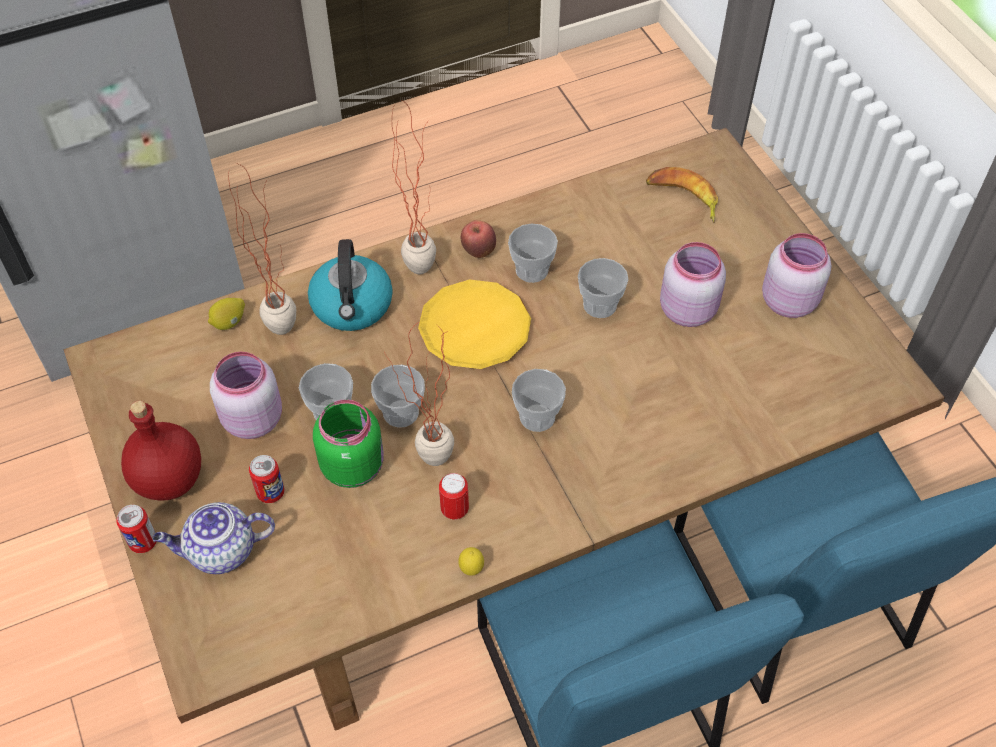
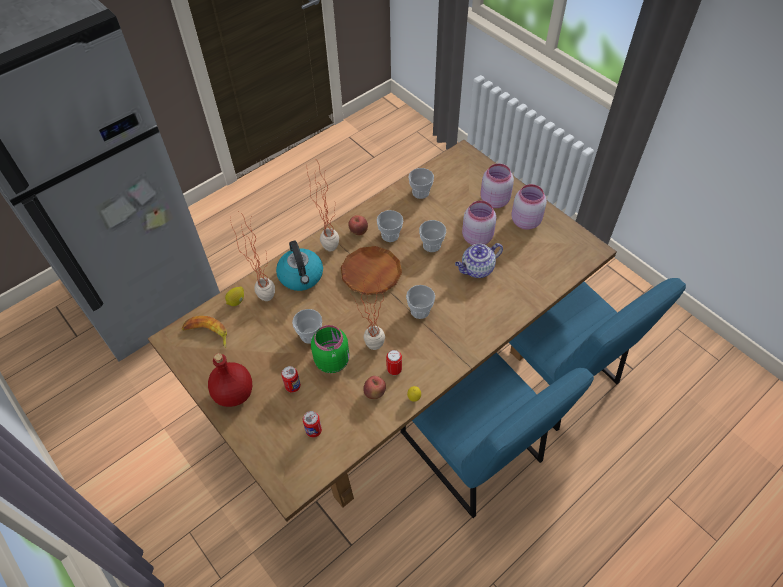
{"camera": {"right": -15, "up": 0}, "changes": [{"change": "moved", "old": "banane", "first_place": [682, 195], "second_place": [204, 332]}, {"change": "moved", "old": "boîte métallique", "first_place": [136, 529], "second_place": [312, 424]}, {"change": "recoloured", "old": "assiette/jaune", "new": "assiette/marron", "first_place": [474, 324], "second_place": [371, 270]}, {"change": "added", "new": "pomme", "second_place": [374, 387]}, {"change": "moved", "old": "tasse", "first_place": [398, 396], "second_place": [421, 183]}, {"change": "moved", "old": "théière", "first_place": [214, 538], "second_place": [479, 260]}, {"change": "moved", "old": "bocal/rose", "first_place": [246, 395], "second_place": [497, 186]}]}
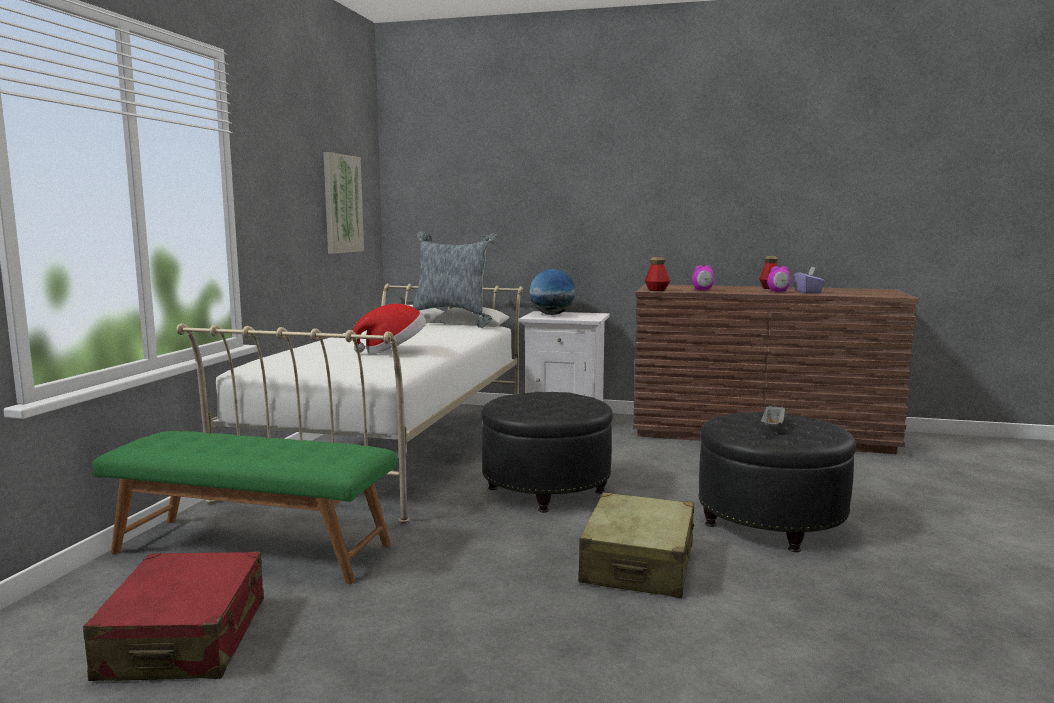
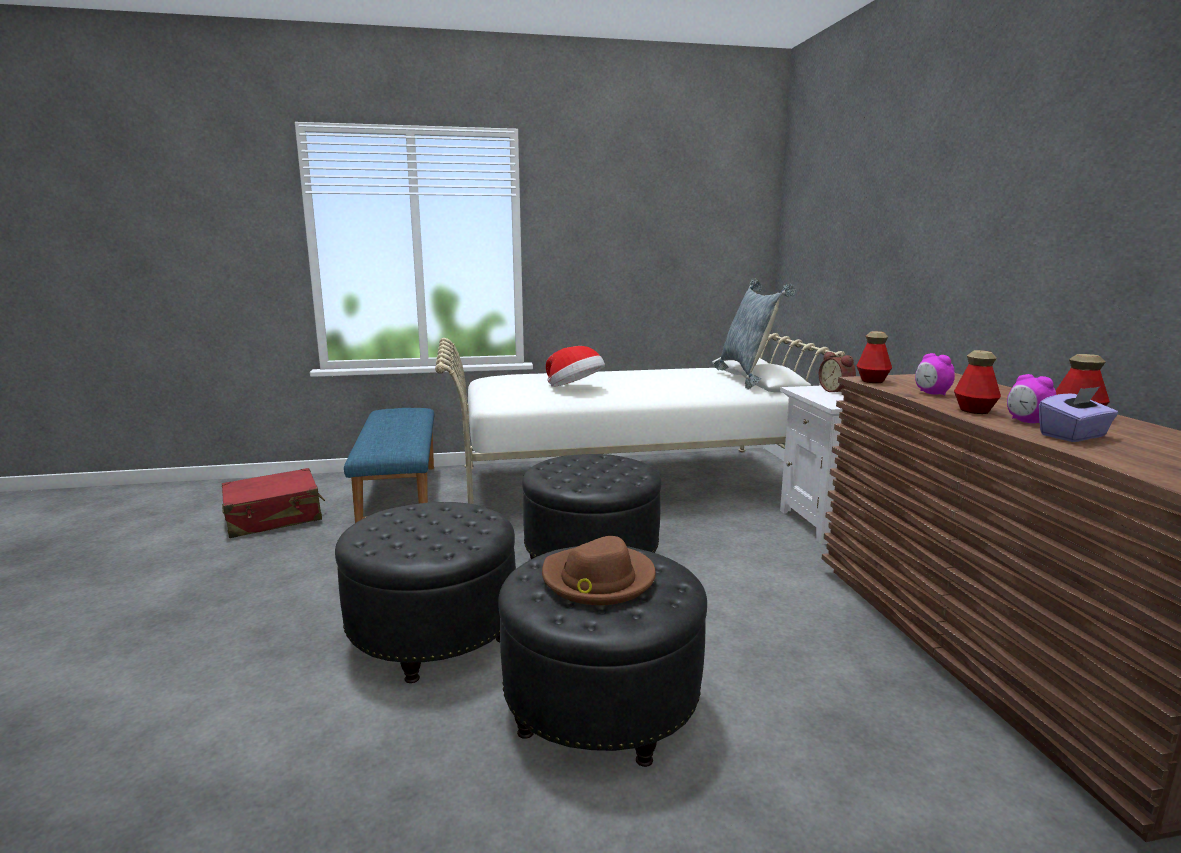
{"camera": {"right": 65, "up": 5}, "changes": [{"change": "replaced", "old": "valise/beige", "new": "pouf/noir", "first_place": [636, 545], "second_place": [425, 592]}, {"change": "recoloured", "old": "banc/vert", "new": "banc/bleu", "first_place": [244, 507], "second_place": [389, 465]}, {"change": "replaced", "old": "plateau/gris", "new": "chapeau/marron", "first_place": [773, 415], "second_place": [599, 570]}, {"change": "replaced", "old": "globe", "new": "réveil", "first_place": [552, 292], "second_place": [837, 371]}, {"change": "added", "new": "bouteille", "second_place": [977, 382]}, {"change": "removed", "old": "tableau", "first_place": [344, 203]}]}
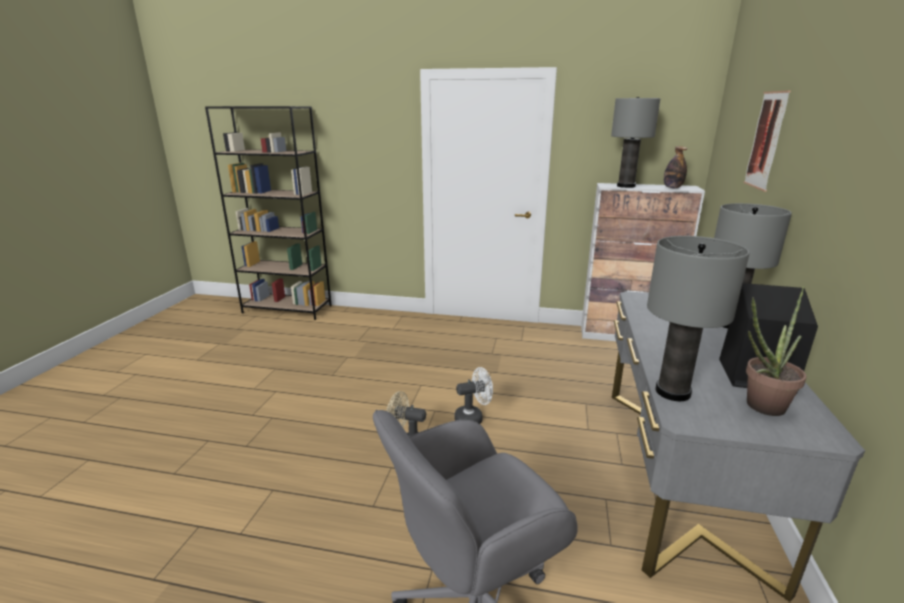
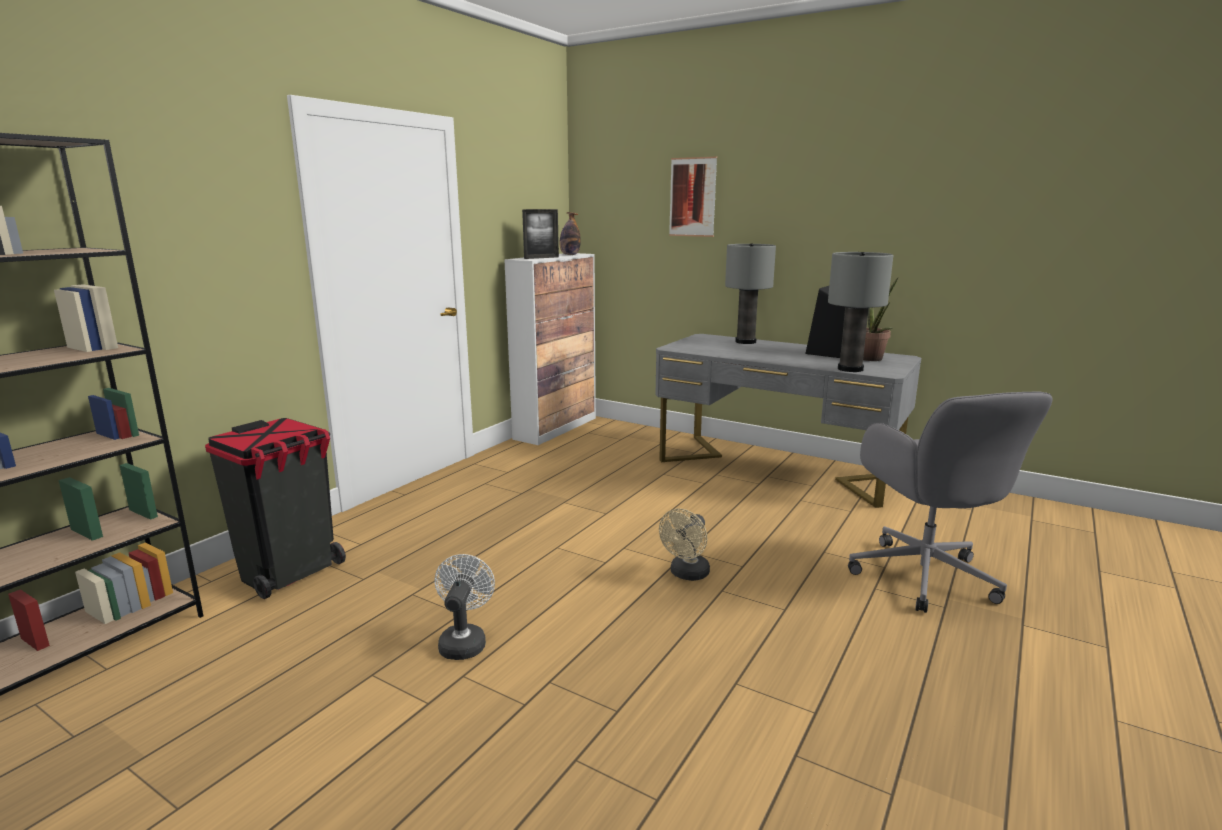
{"camera": {"right": -70, "up": -5}, "changes": [{"change": "added", "new": "poubelle/noir", "second_place": [275, 508]}, {"change": "moved", "old": "ventilateur/blanc", "first_place": [473, 395], "second_place": [465, 607]}, {"change": "replaced", "old": "lampe de table/gris", "new": "cadre photo", "first_place": [635, 142], "second_place": [540, 234]}]}
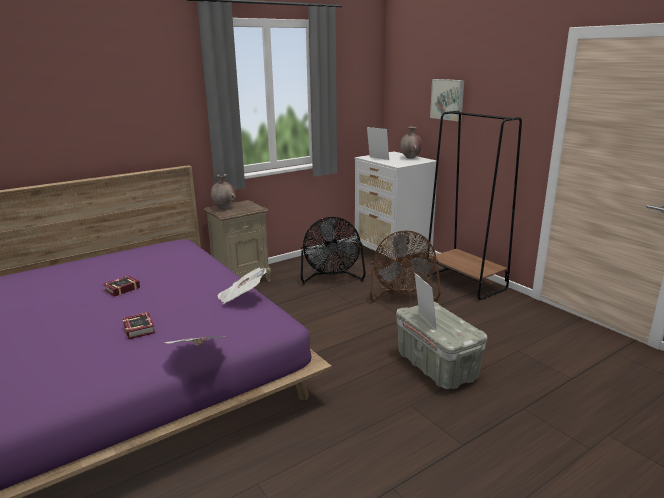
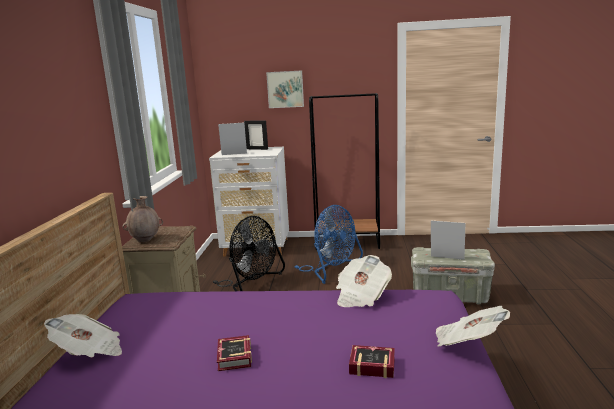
{"camera": {"right": -50, "up": -5}, "changes": [{"change": "added", "new": "journal", "second_place": [83, 335]}, {"change": "replaced", "old": "vase/marron", "new": "cadre photo", "first_place": [411, 143], "second_place": [256, 135]}, {"change": "recoloured", "old": "ventilateur/marron", "new": "ventilateur/bleu", "first_place": [405, 267], "second_place": [329, 244]}]}
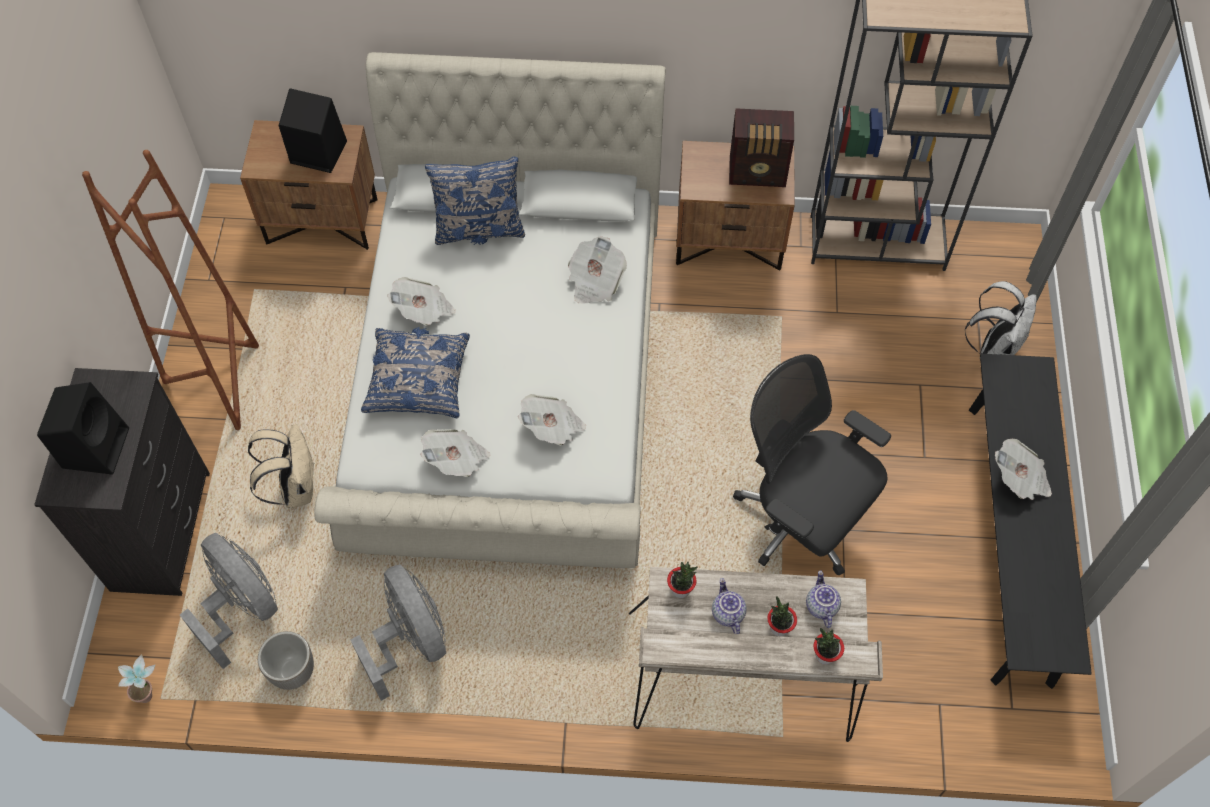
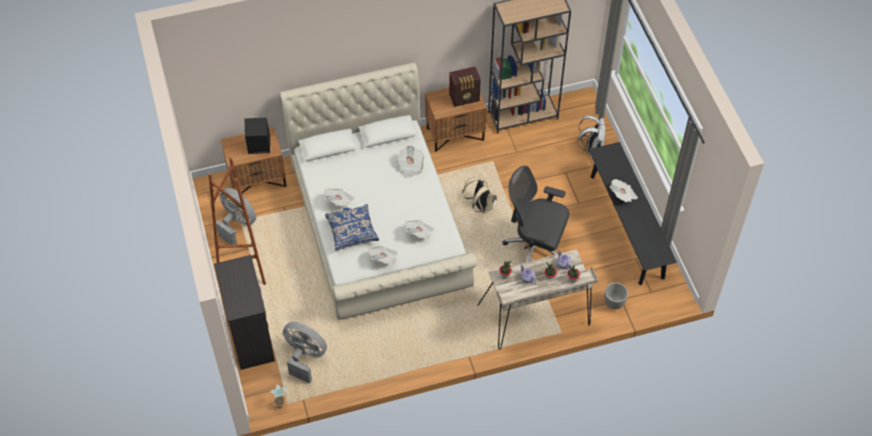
{"camera": {"right": -20, "up": -5}, "changes": [{"change": "moved", "old": "ventilateur/gris", "first_place": [398, 632], "second_place": [236, 216]}, {"change": "moved", "old": "sac à dos/beige", "first_place": [281, 466], "second_place": [479, 193]}, {"change": "moved", "old": "cache-pot", "first_place": [286, 660], "second_place": [616, 296]}, {"change": "removed", "old": "enceinte/noir", "first_place": [83, 428]}, {"change": "removed", "old": "coussin/bleu", "first_place": [475, 201]}]}
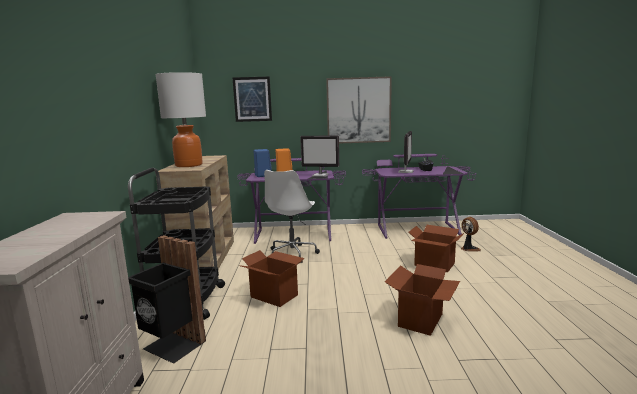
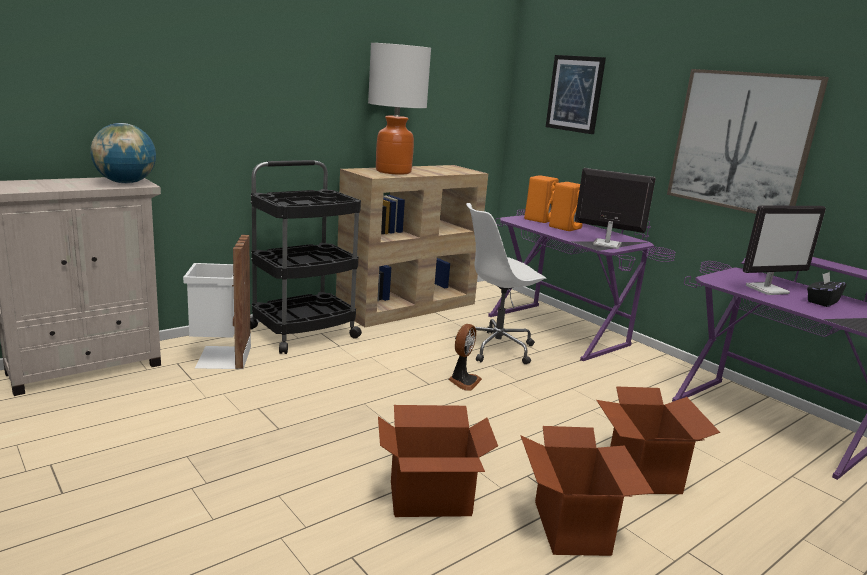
{"camera": {"right": 50, "up": 5}, "changes": [{"change": "added", "new": "globe", "second_place": [123, 153]}, {"change": "recoloured", "old": "poubelle/noir", "new": "poubelle/blanc", "first_place": [167, 299], "second_place": [217, 301]}, {"change": "moved", "old": "ventilateur", "first_place": [471, 234], "second_place": [465, 357]}, {"change": "moved", "old": "carton", "first_place": [272, 278], "second_place": [587, 491]}, {"change": "recoloured", "old": "enceinte/bleu", "new": "enceinte/orange", "first_place": [262, 163], "second_place": [541, 199]}, {"change": "turned", "old": "écran d'ordinateur", "first_place": [319, 156], "second_place": [615, 208], "degrees": 135}]}
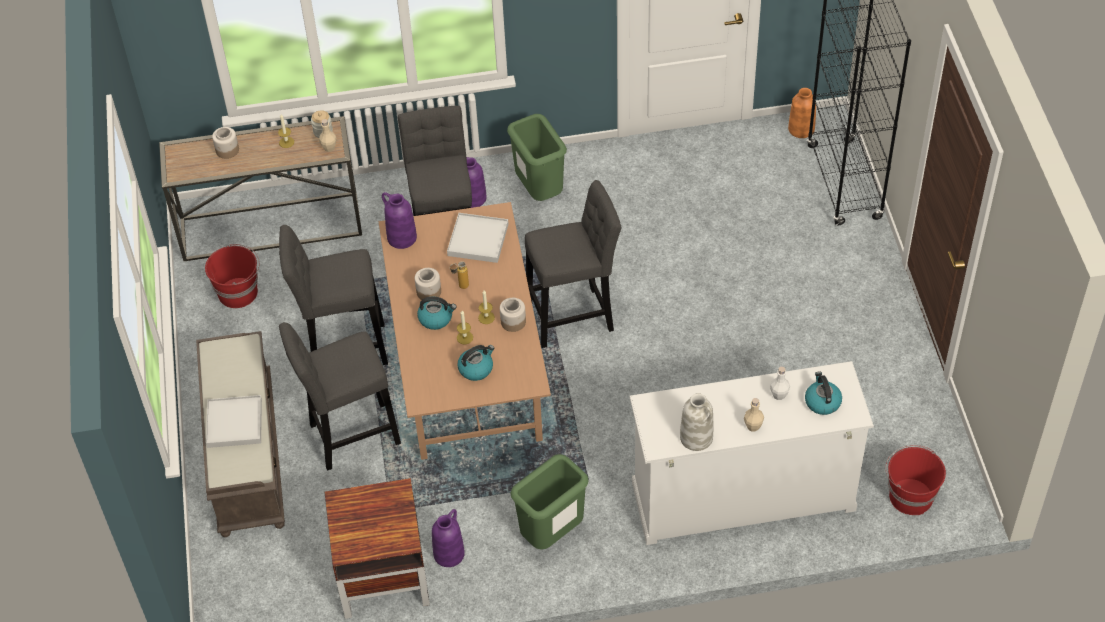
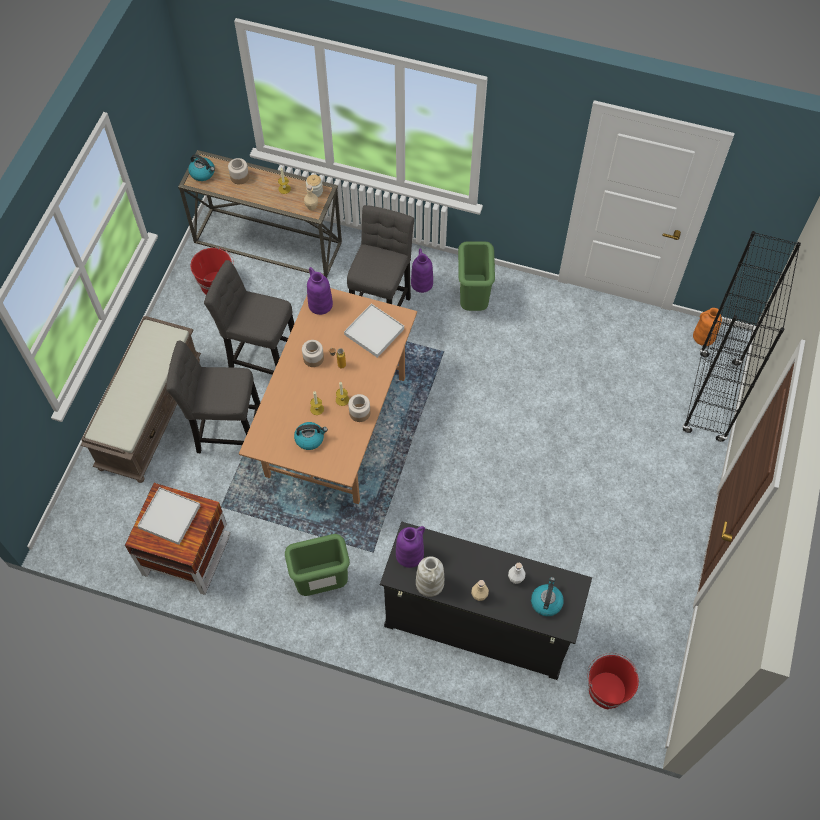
{"camera": {"right": 25, "up": 10}, "changes": [{"change": "moved", "old": "plateau/blanc", "first_place": [234, 421], "second_place": [168, 516]}, {"change": "moved", "old": "bouilloire", "first_place": [437, 313], "second_place": [201, 167]}, {"change": "recoloured", "old": "meuble de rangement/blanc", "new": "meuble de rangement/noir", "first_place": [751, 453], "second_place": [486, 600]}, {"change": "moved", "old": "vase/violet", "first_place": [448, 538], "second_place": [410, 547]}, {"change": "removed", "old": "tabouret/gris", "first_place": [573, 264]}]}
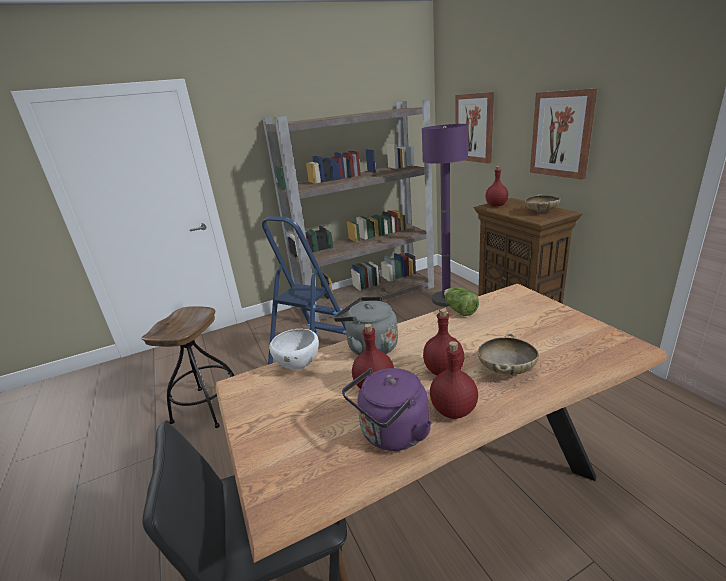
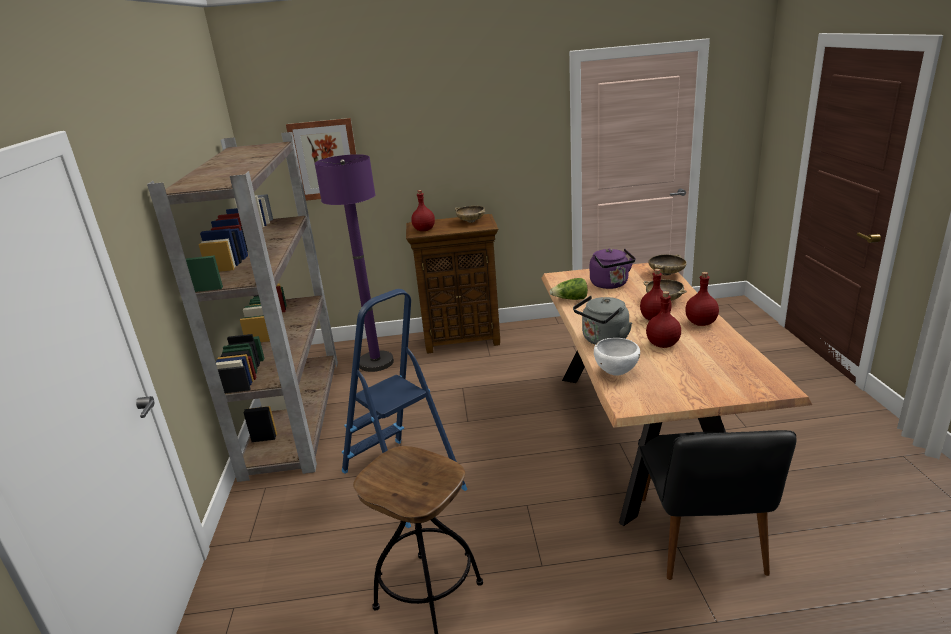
{"camera": {"right": -70, "up": 0}, "changes": [{"change": "moved", "old": "bouilloire/violet", "first_place": [387, 409], "second_place": [612, 268]}, {"change": "added", "new": "bol/beige", "second_place": [667, 265]}, {"change": "removed", "old": "tableau", "first_place": [564, 134]}]}
